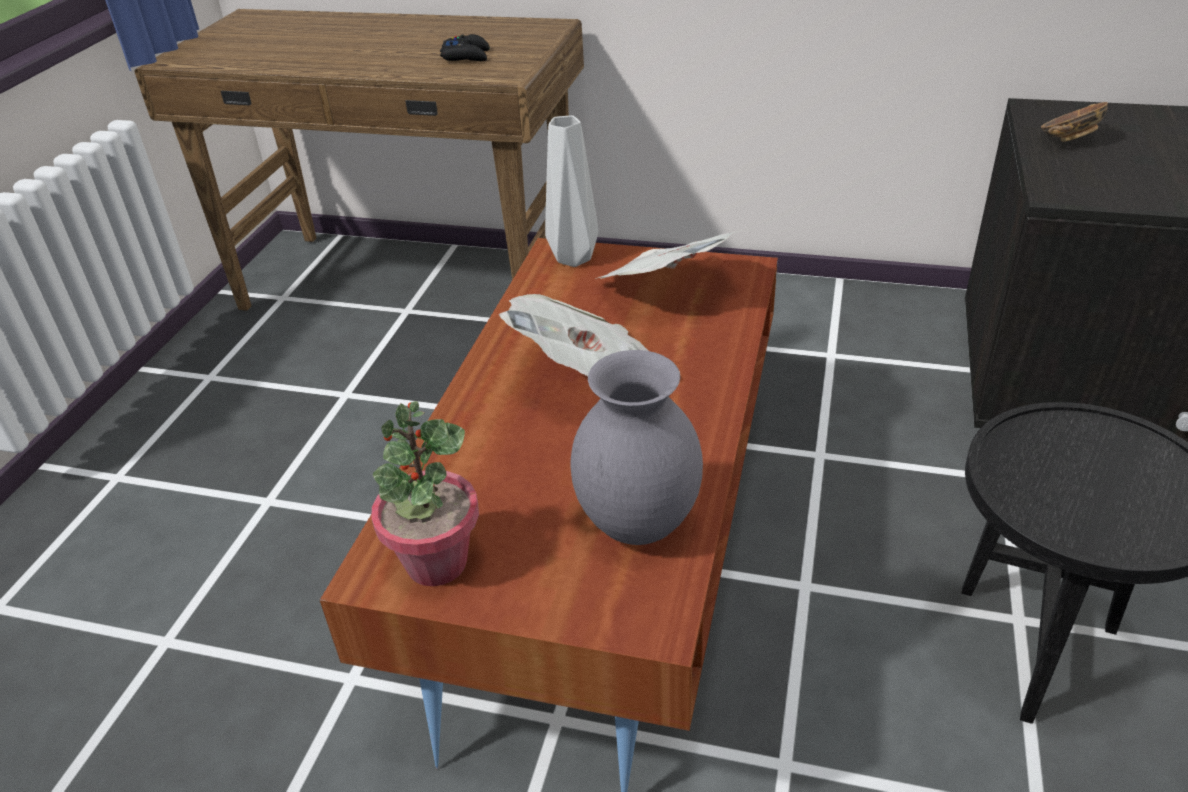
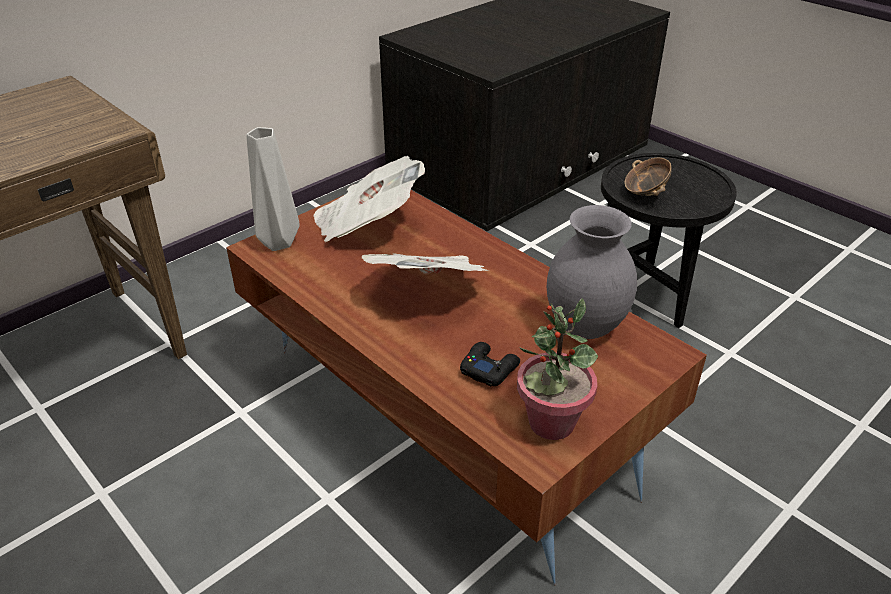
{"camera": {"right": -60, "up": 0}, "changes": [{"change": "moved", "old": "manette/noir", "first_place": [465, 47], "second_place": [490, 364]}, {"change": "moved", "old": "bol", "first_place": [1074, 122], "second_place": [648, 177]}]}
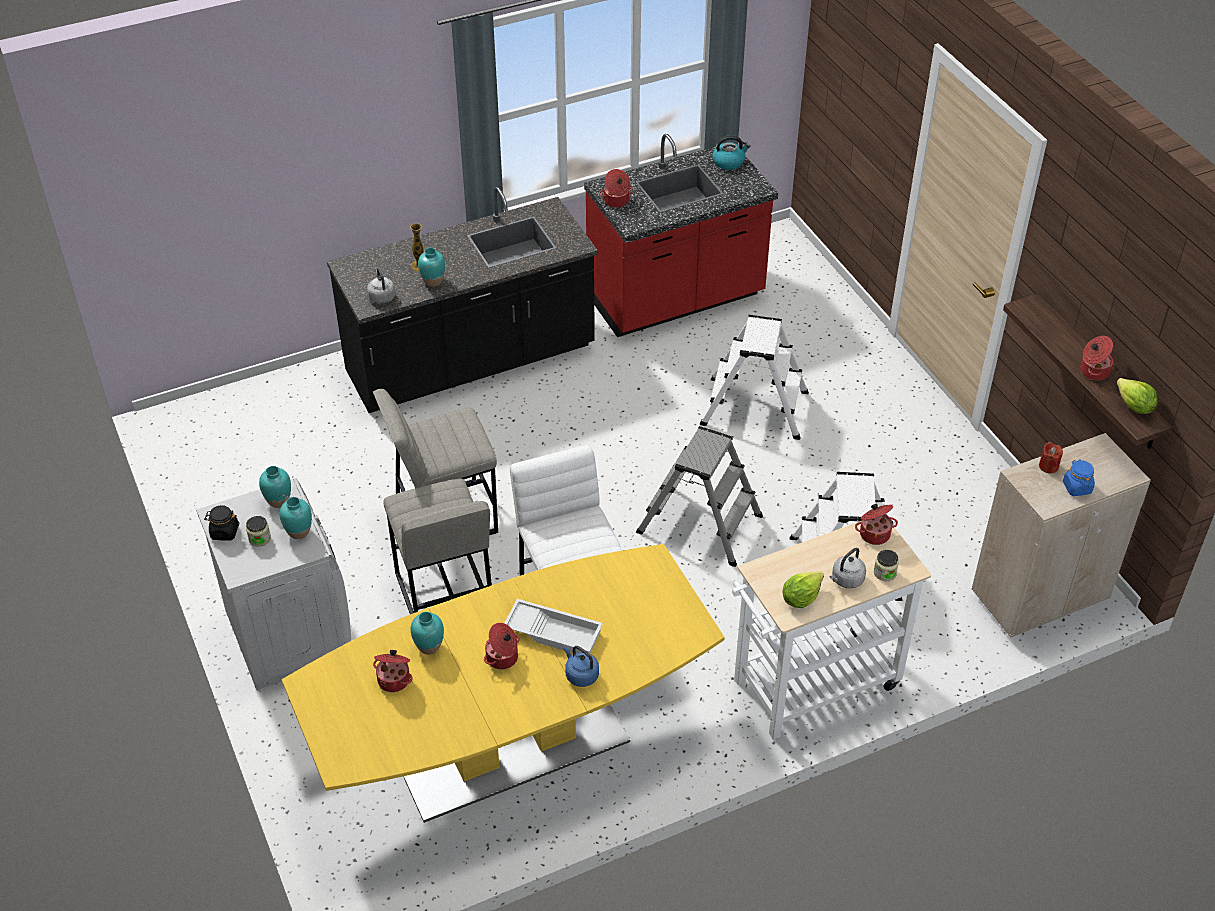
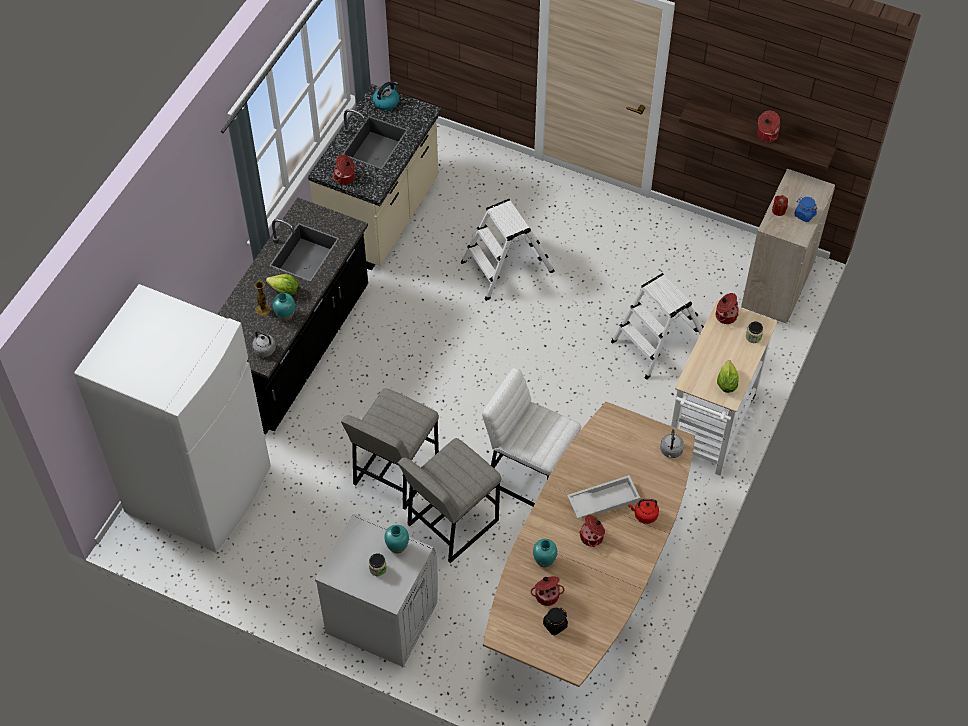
{"camera": {"right": -40, "up": 10}, "changes": [{"change": "added", "new": "réfrigérateur/blanc", "second_place": [172, 418]}, {"change": "moved", "old": "laitue", "first_place": [1137, 396], "second_place": [282, 284]}, {"change": "recoloured", "old": "comptoir de cuisine/rouge", "new": "comptoir de cuisine/beige", "first_place": [681, 235], "second_place": [374, 177]}, {"change": "turned", "old": "chaise/gris", "first_place": [437, 546], "second_place": [449, 500], "degrees": 105}, {"change": "recoloured", "old": "table à manger/jaune", "new": "table à manger/marron", "first_place": [503, 683], "second_place": [589, 544]}, {"change": "moved", "old": "bocal/noir", "first_place": [222, 523], "second_place": [555, 621]}, {"change": "recoloured", "old": "bouilloire/bleu", "new": "bouilloire/rouge", "first_place": [581, 666], "second_place": [643, 511]}, {"change": "moved", "old": "bouilloire/gris", "first_place": [848, 568], "second_place": [672, 443]}, {"change": "removed", "old": "vase/turquoise", "first_place": [275, 487]}, {"change": "removed", "old": "escabeau/gris", "first_place": [699, 496]}]}
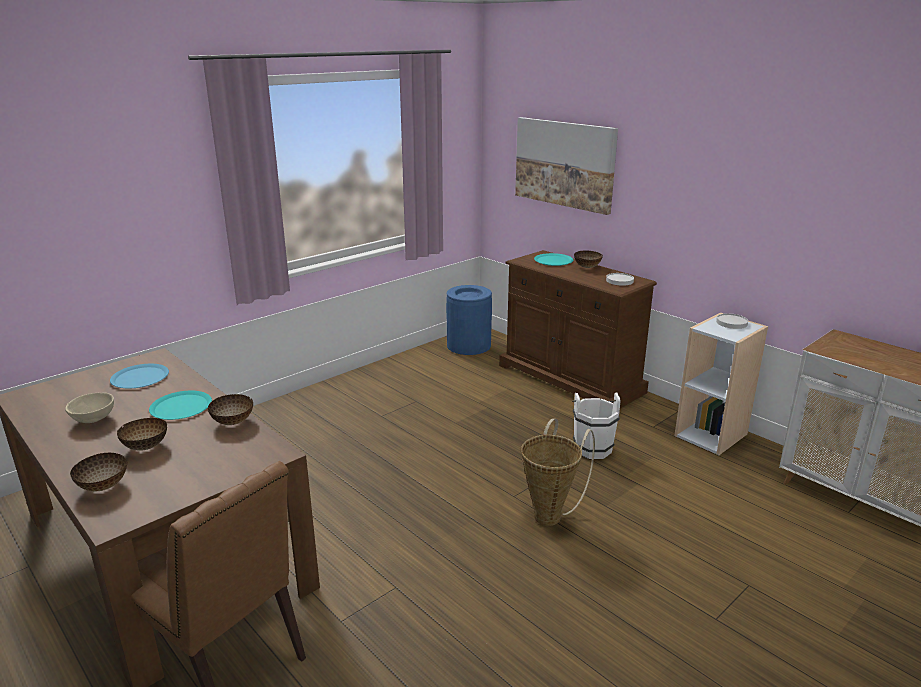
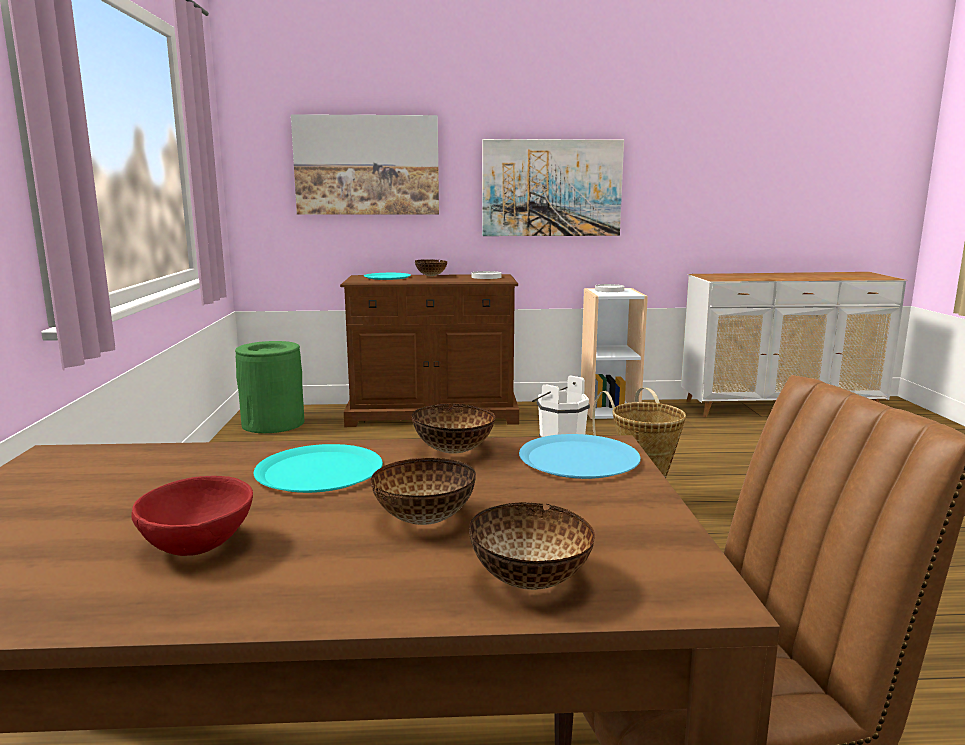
{"camera": {"right": -50, "up": -10}, "changes": [{"change": "recoloured", "old": "bol/beige", "new": "bol/rouge", "first_place": [89, 407], "second_place": [192, 516]}, {"change": "recoloured", "old": "poubelle/bleu", "new": "poubelle/vert", "first_place": [469, 320], "second_place": [269, 387]}, {"change": "added", "new": "tableau", "second_place": [553, 187]}, {"change": "moved", "old": "assiette/bleu", "first_place": [139, 376], "second_place": [580, 456]}]}
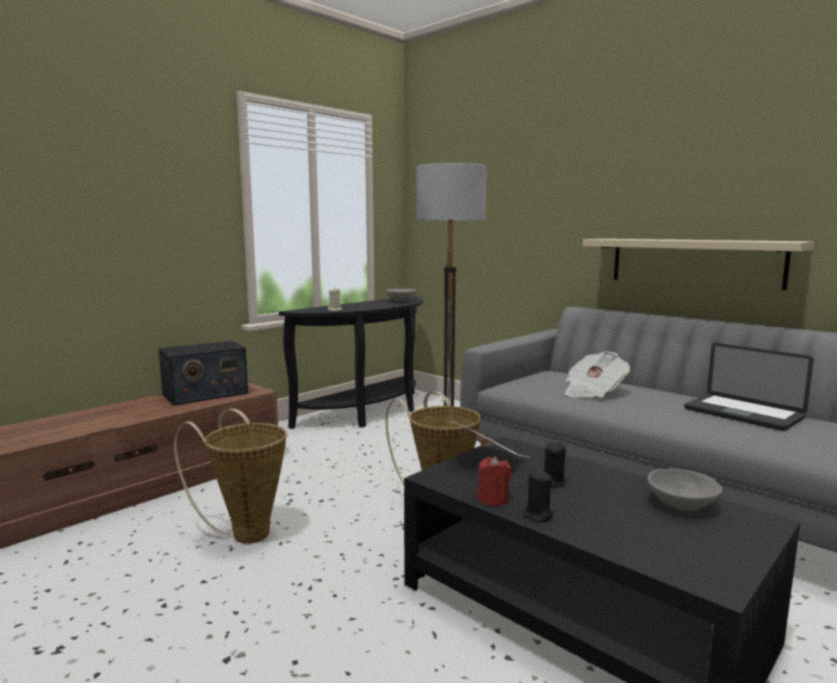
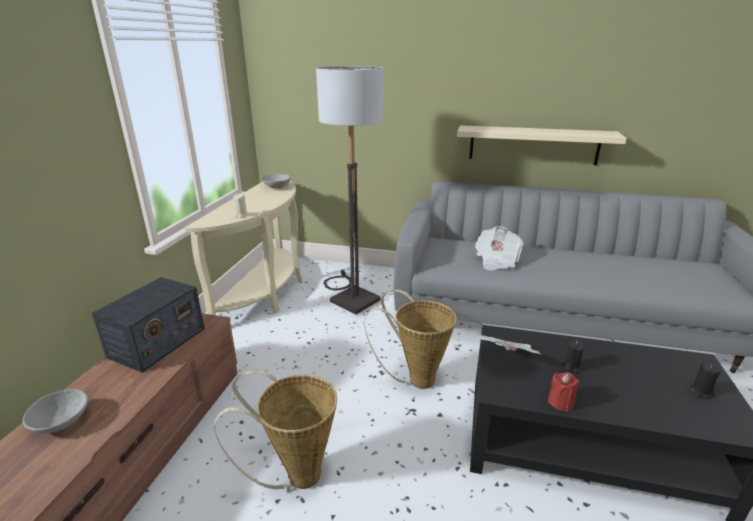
{"camera": {"right": -30, "up": 15}, "changes": [{"change": "moved", "old": "bol/gris", "first_place": [685, 489], "second_place": [55, 411]}, {"change": "recoloured", "old": "table console/noir", "new": "table console/beige", "first_place": [351, 362], "second_place": [243, 248]}, {"change": "moved", "old": "bougie/noir", "first_place": [537, 495], "second_place": [705, 381]}, {"change": "removed", "old": "ordinateur portable", "first_place": [749, 387]}]}
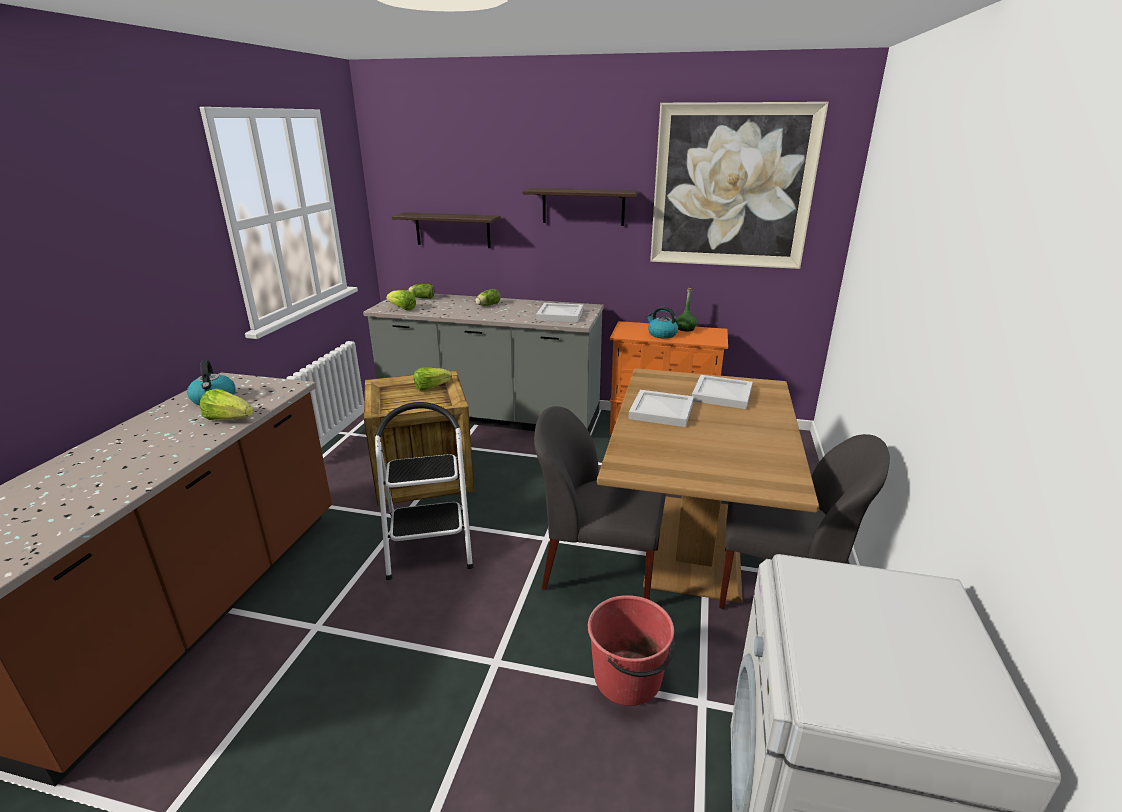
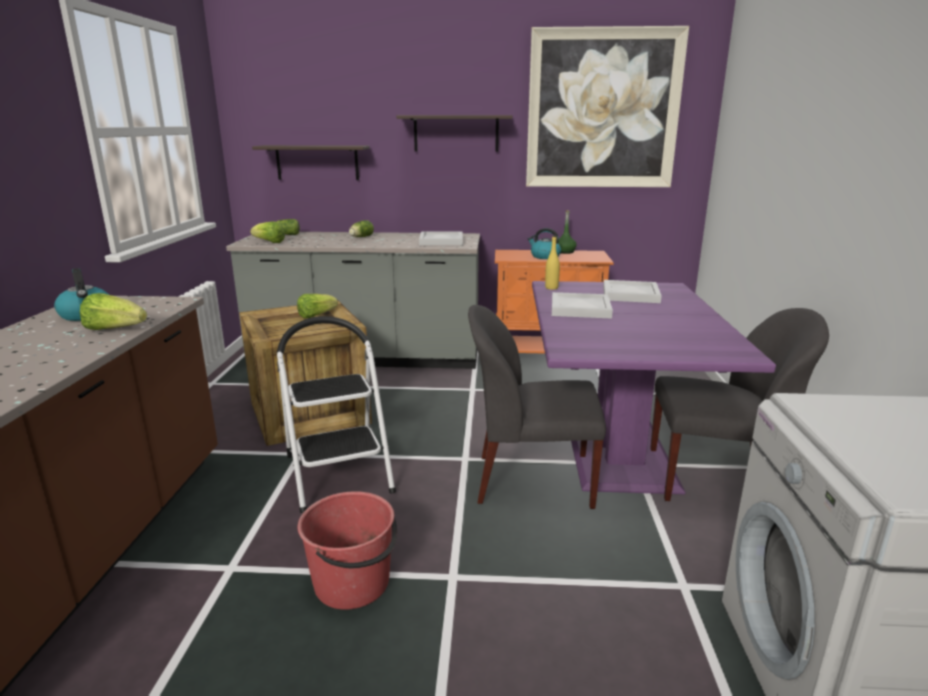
{"camera": {"right": -10, "up": -5}, "changes": [{"change": "moved", "old": "seau/rouge", "first_place": [631, 650], "second_place": [347, 550]}, {"change": "recoloured", "old": "table à manger/marron", "new": "table à manger/violet", "first_place": [708, 485], "second_place": [654, 387]}, {"change": "added", "new": "bouteille/jaune", "second_place": [552, 263]}]}
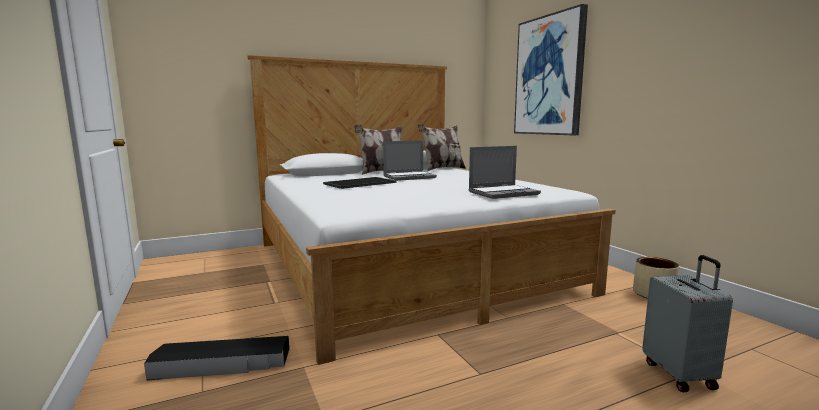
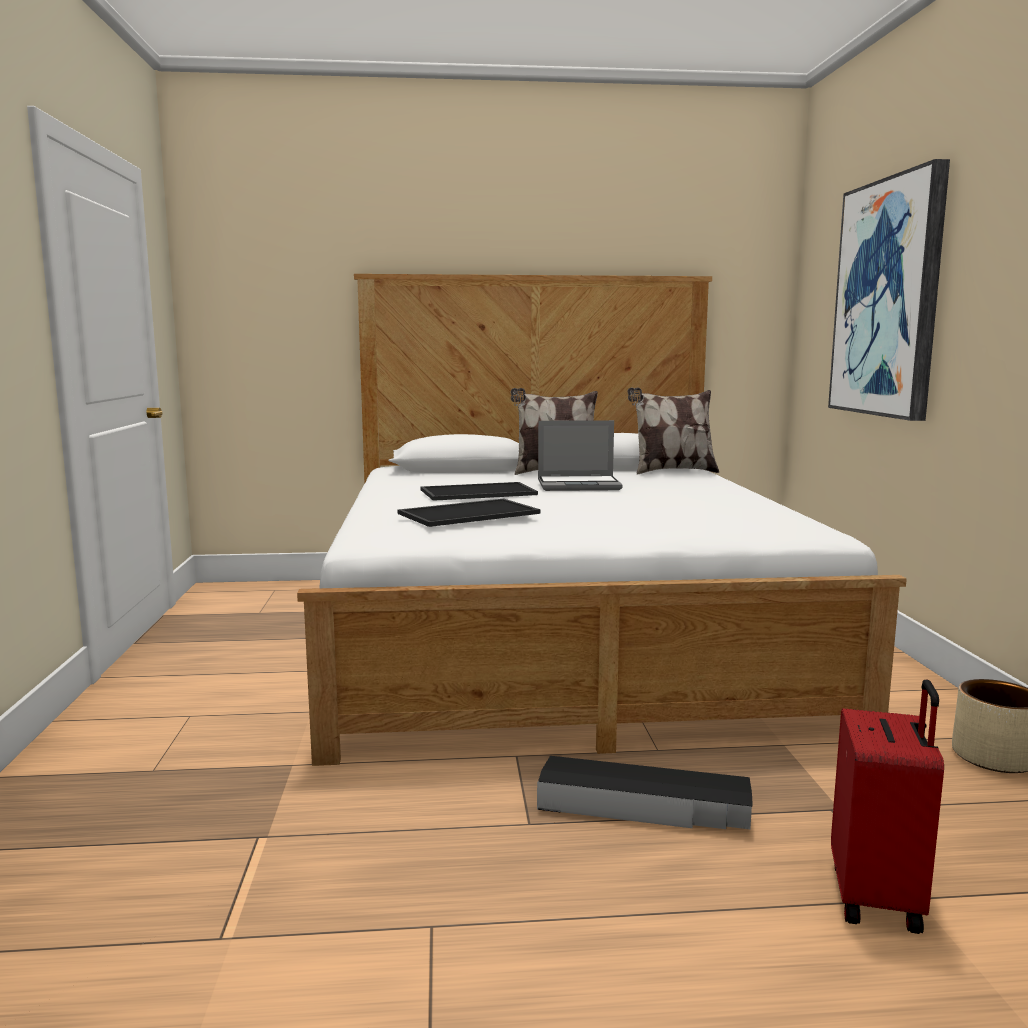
{"camera": {"right": 20, "up": 0}, "changes": [{"change": "added", "new": "plateau", "second_place": [469, 513]}, {"change": "moved", "old": "boîte de rangement/noir", "first_place": [216, 358], "second_place": [645, 792]}, {"change": "recoloured", "old": "valise/gris", "new": "valise/rouge", "first_place": [687, 323], "second_place": [887, 807]}, {"change": "removed", "old": "ordinateur portable", "first_place": [505, 172]}]}
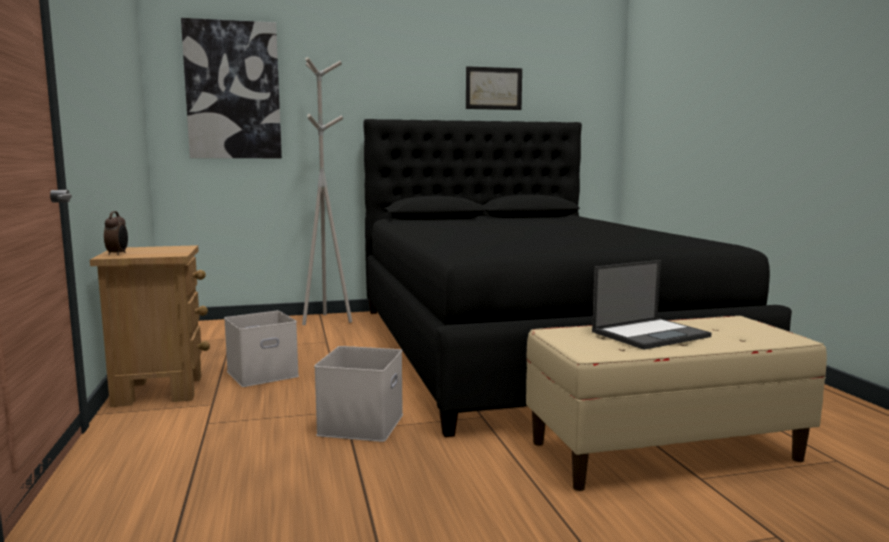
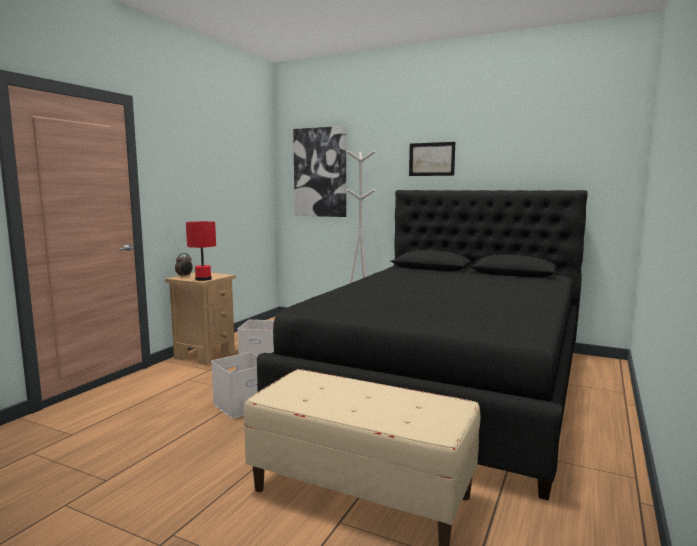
{"camera": {"right": 40, "up": 0}, "changes": [{"change": "added", "new": "lampe de table/rouge", "second_place": [201, 251]}, {"change": "moved", "old": "tableau", "first_place": [494, 88], "second_place": [432, 159]}, {"change": "removed", "old": "ordinateur portable", "first_place": [652, 305]}]}
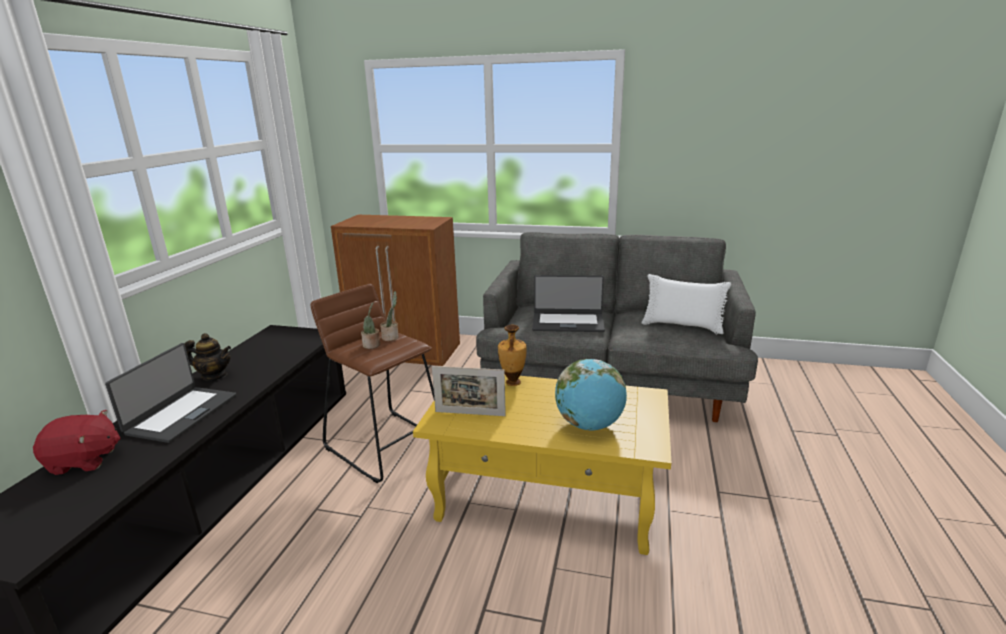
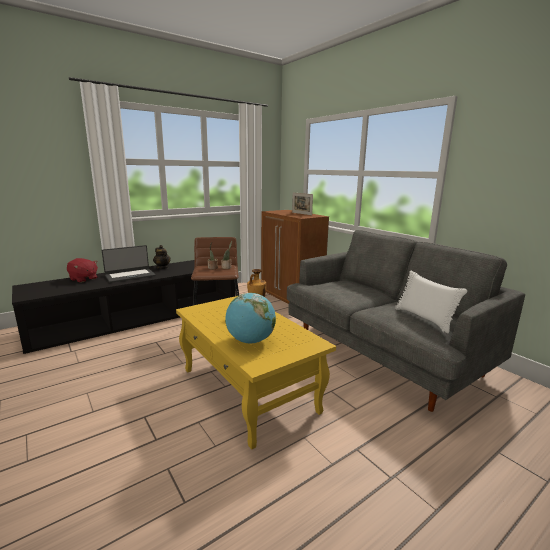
{"camera": {"right": 40, "up": -5}, "changes": [{"change": "moved", "old": "cadre photo", "first_place": [469, 391], "second_place": [302, 204]}, {"change": "removed", "old": "ordinateur portable", "first_place": [568, 303]}]}
